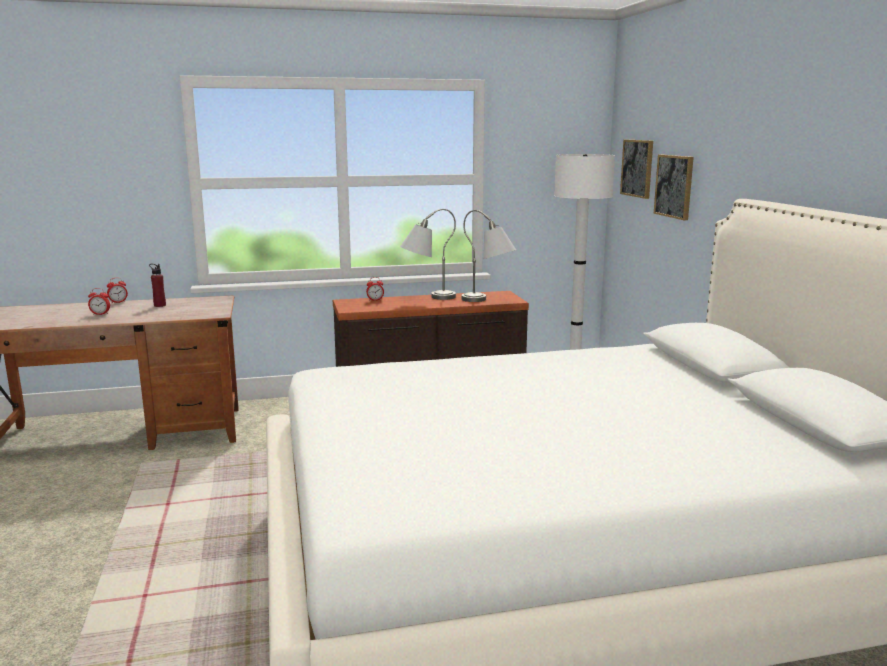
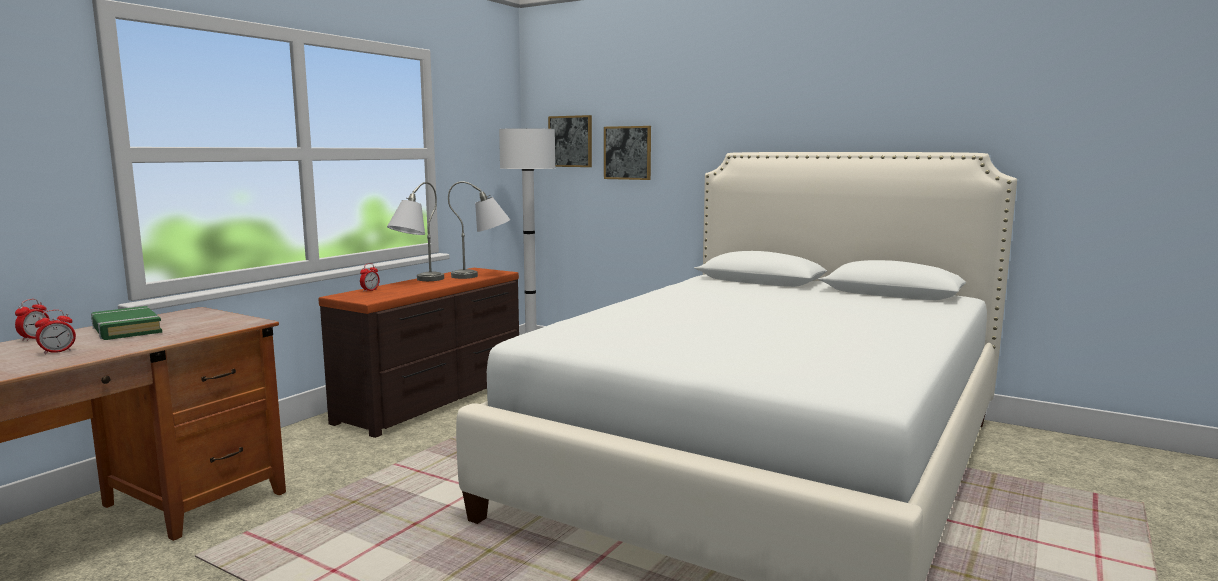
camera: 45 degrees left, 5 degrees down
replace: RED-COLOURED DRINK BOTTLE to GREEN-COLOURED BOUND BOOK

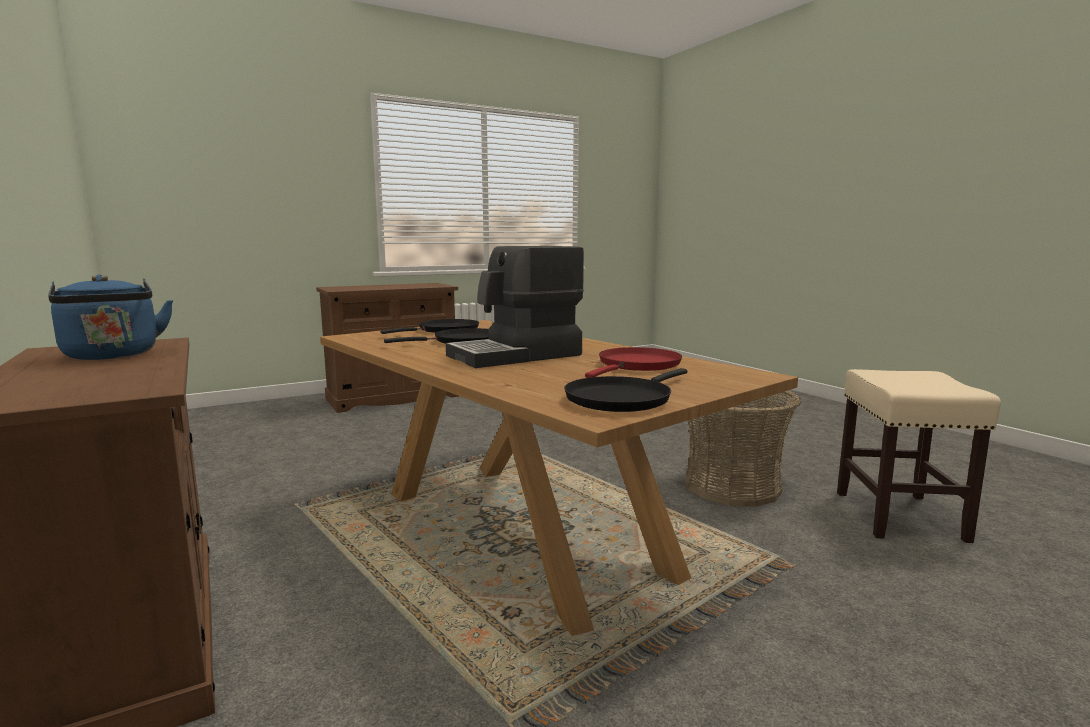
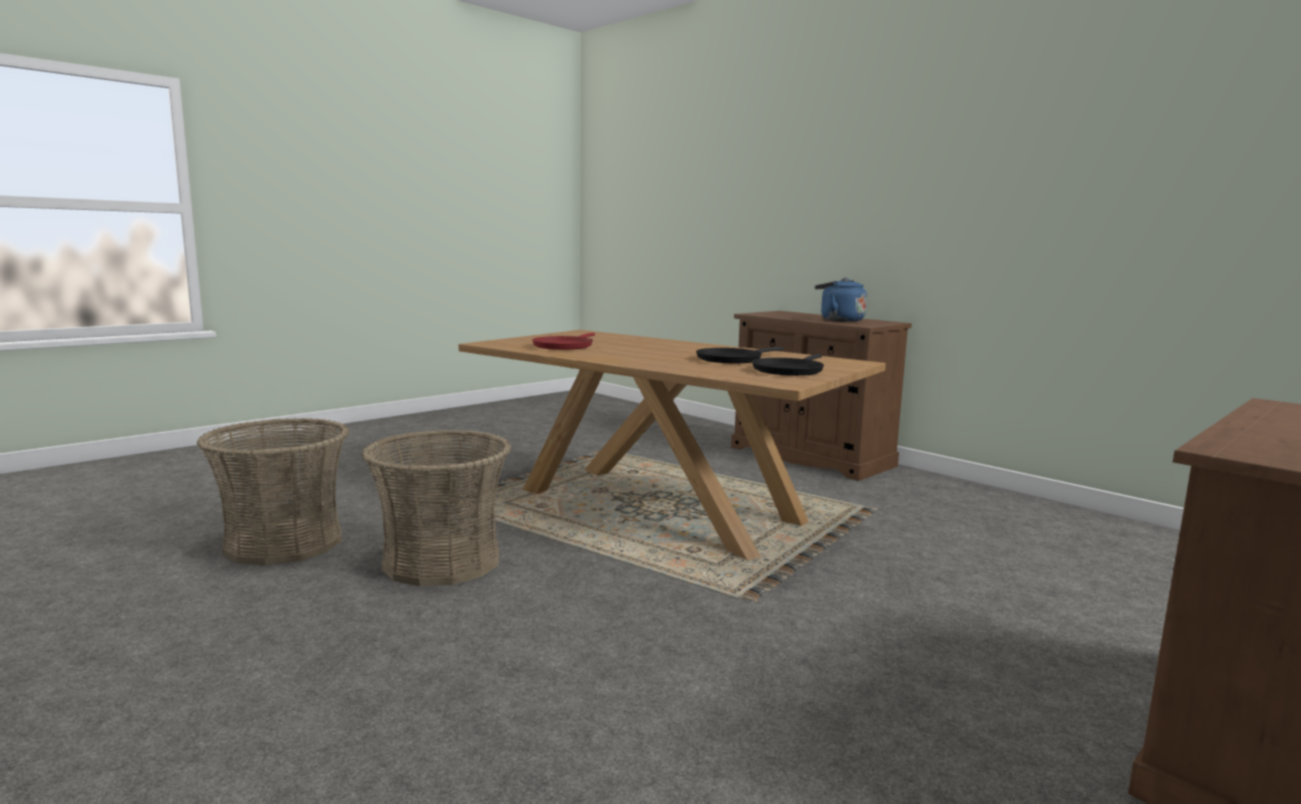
camera: 165 degrees right, 0 degrees up
delete: COFFEE BREWER; BLACK-COLOURED PAN (3rd from left)
replace: BEIGE-COLOURED STOOL to BASKET (1st from left)

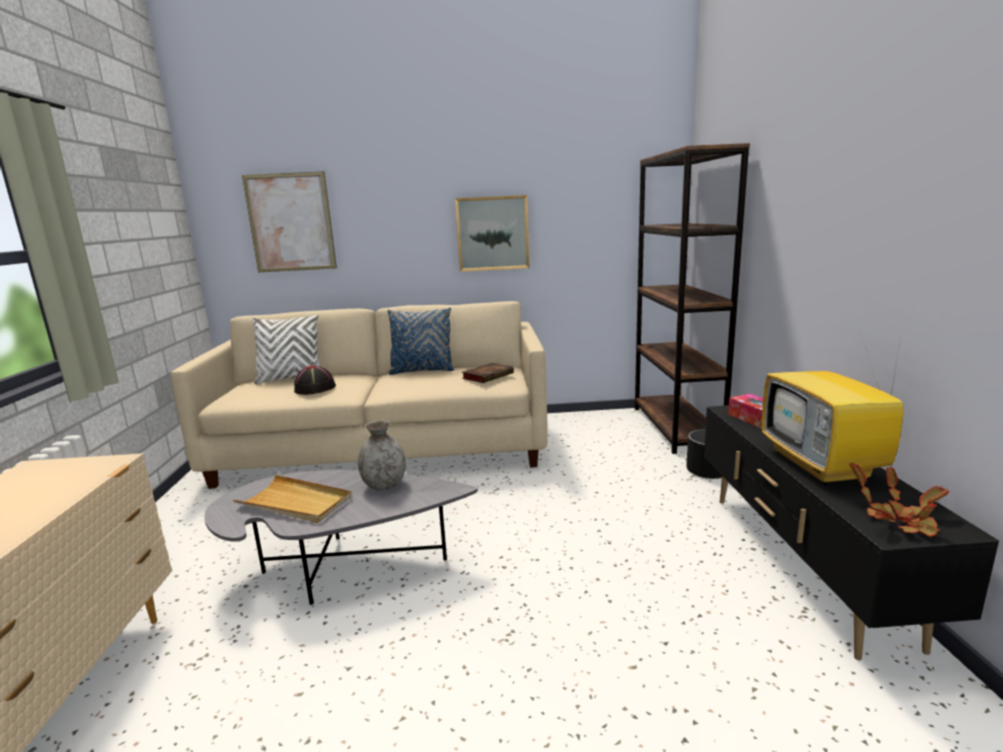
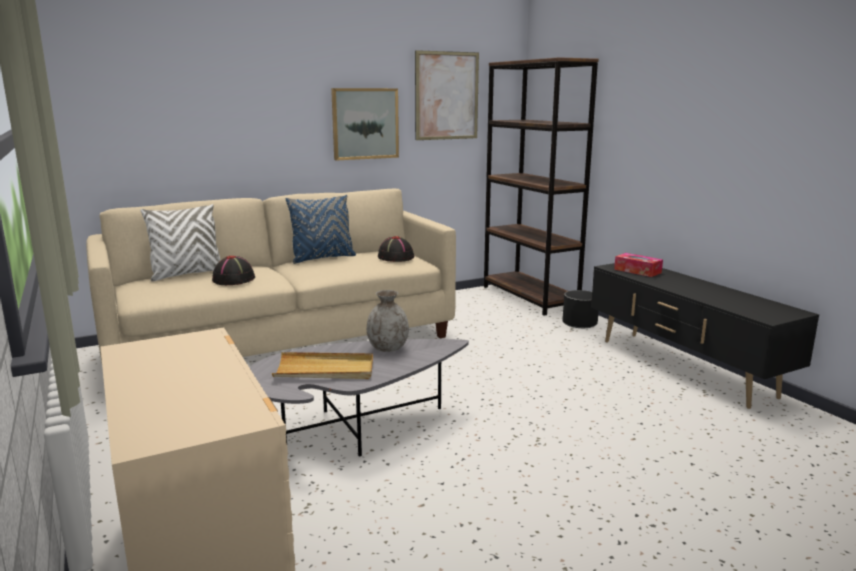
camera: 25 degrees left, 0 degrees up
delete: TV SET; HOUSEPLANT
move: PICTURE (1st from left in the first image) to PICTURE (2nd from left)
replace: BOUND BOOK to BLACK-COLOURED WEARABLE HAT (2nd from left)

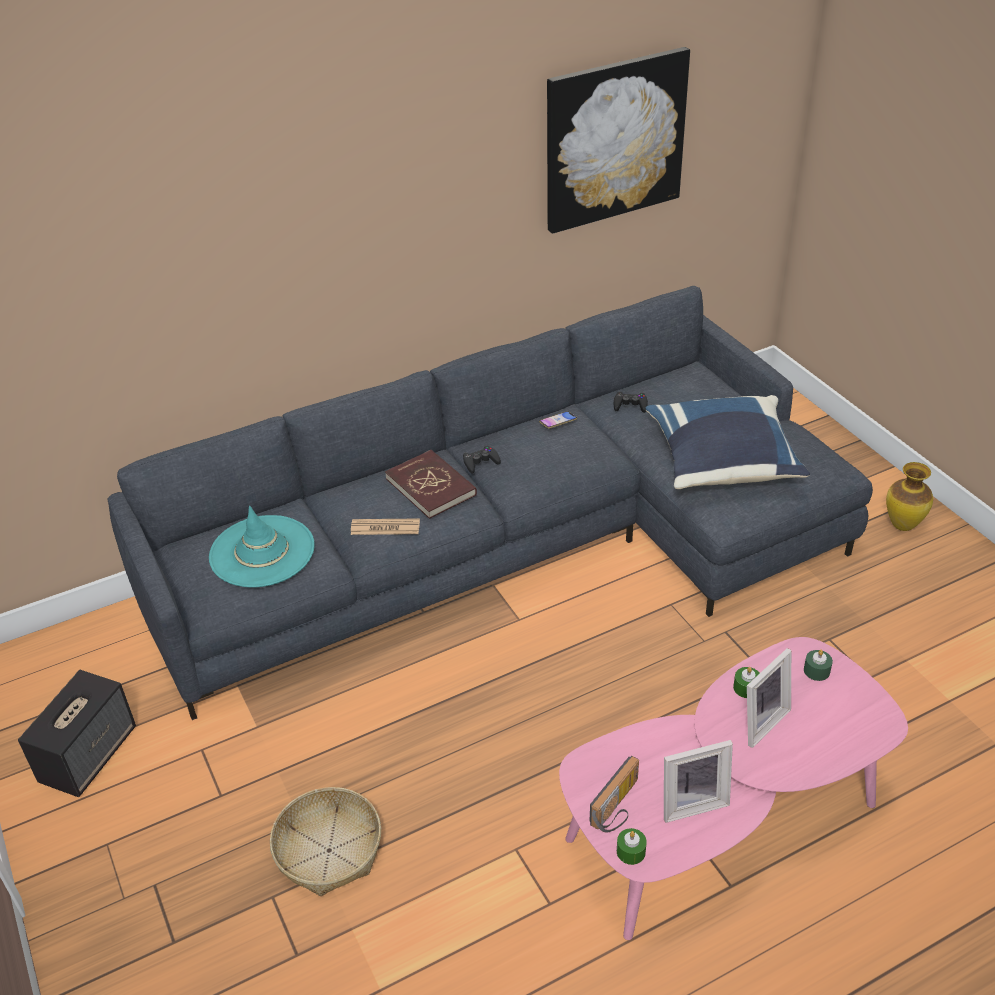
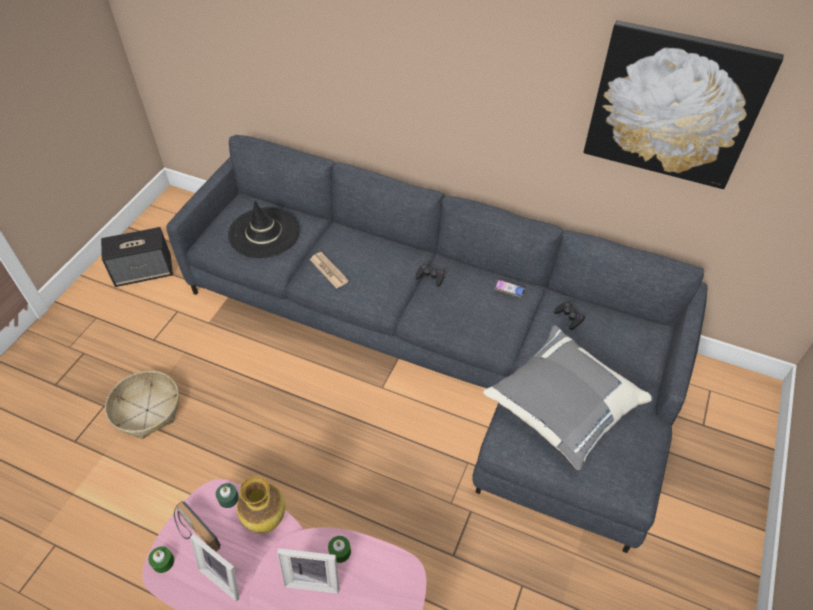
camera: 50 degrees right, 10 degrees up
delete: RED-COLOURED BOUND BOOK
move: GREEN-COLOURED CANDLE (3rd from left in the first image) to GREEN-COLOURED CANDLE (2nd from left); FLOWER VASE
recolor: TURQUOISE-COLOURED WEARABLE HAT to BLACK-COLOURED WEARABLE HAT; BLUE THROW PILLOW to GRAY THROW PILLOW
rotate: RADIO SET 45 degrees clockwise

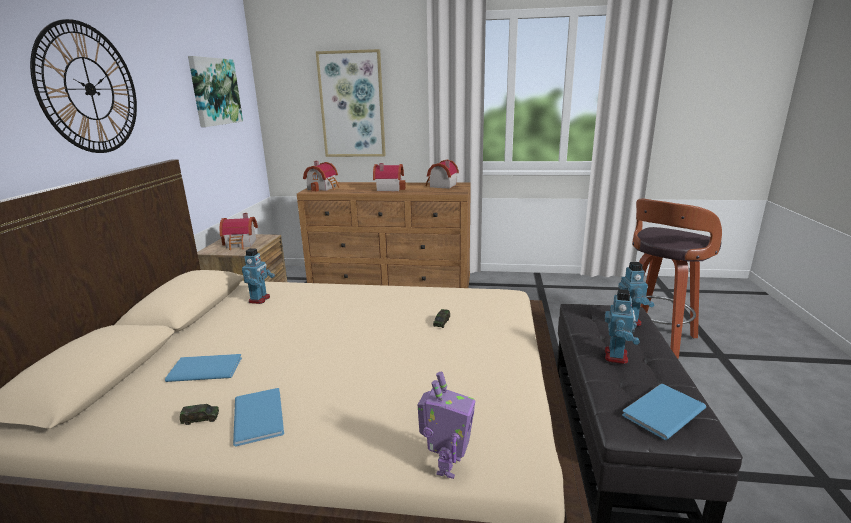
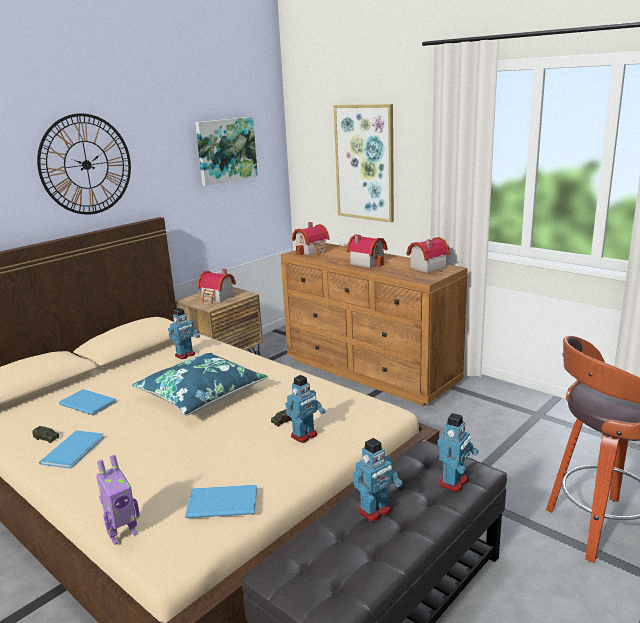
camera: 35 degrees right, 0 degrees up
insert: BLUE THROW PILLOW; TOY ROBOT (3rd from left)
move: BLUE BOUND BOOK (3rd from left)

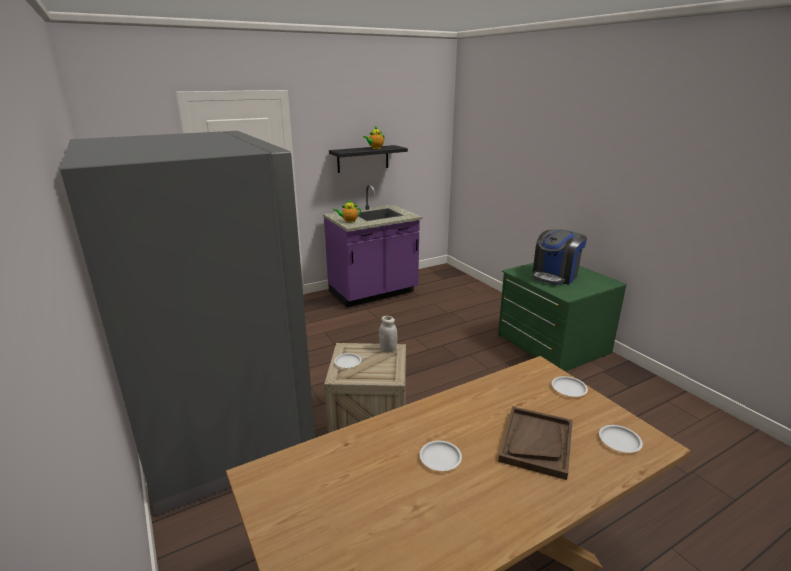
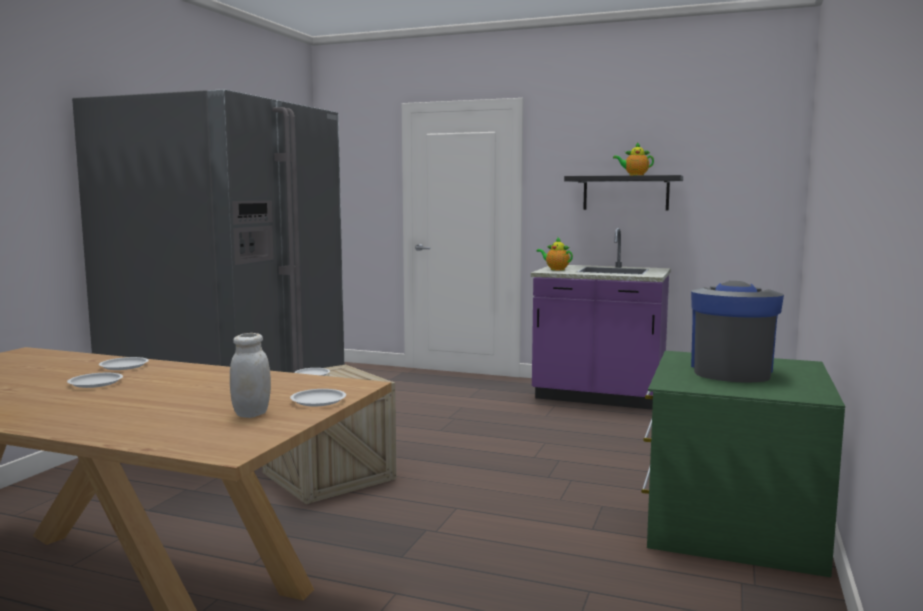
camera: 50 degrees right, 15 degrees down
delete: BROWN-COLOURED TRAY
move: WHITISH FLAT DISH (4th from left in the first image) to WHITISH FLAT DISH (2nd from left); WHITISH PRESERVE JAR
rotate: COFFEE BREWER 105 degrees clockwise

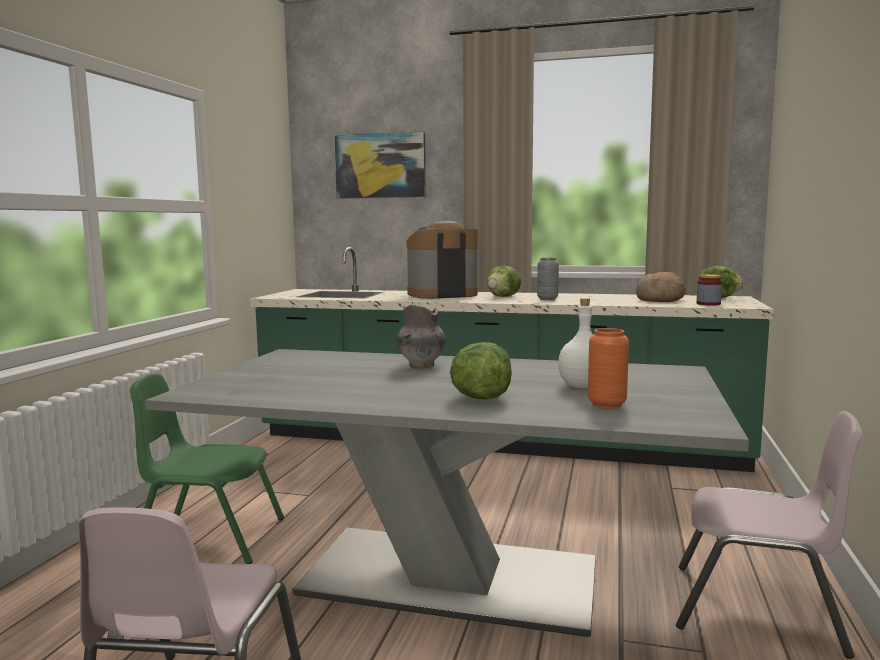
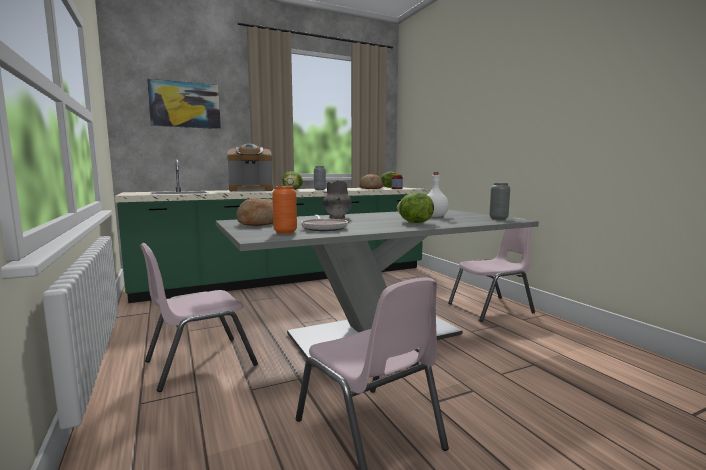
camera: 40 degrees left, 0 degrees up
insert: BREAD (1st from left); PAN; GRAY FLOWER VASE (3rd from left)
move: ORANGE-COLOURED FLOWER VASE
recolor: GREEN-COLOURED UPRIGHT CHAIR to PINK-COLOURED UPRIGHT CHAIR (1st from left)
rotate: COFFEE BREWER 135 degrees counterclockwise

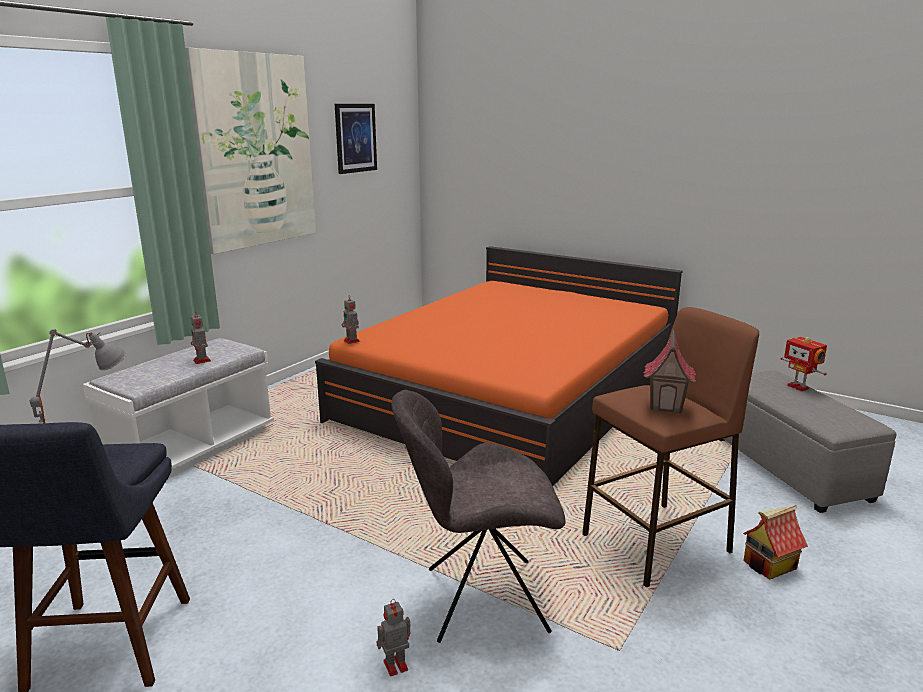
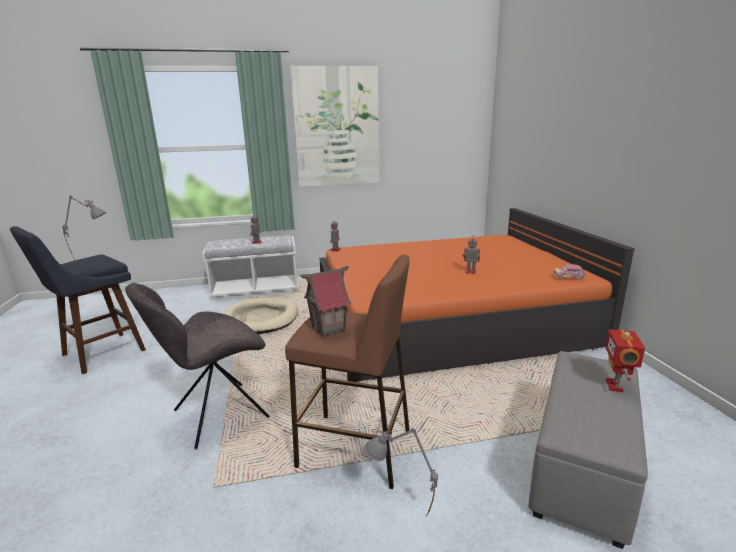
camera: 45 degrees right, 0 degrees up
delete: PICTURE (2nd from left)
insert: BEIGE-COLOURED DOG CUSHION; MINIATURE CAR
move: TOY ROBOT (3rd from left)
replace: TOY HOUSE (2nd from left) to GRAY TABLE LAMP (2nd from left)
rotate: GRAY UPRIGHT CHAIR 75 degrees counterclockwise

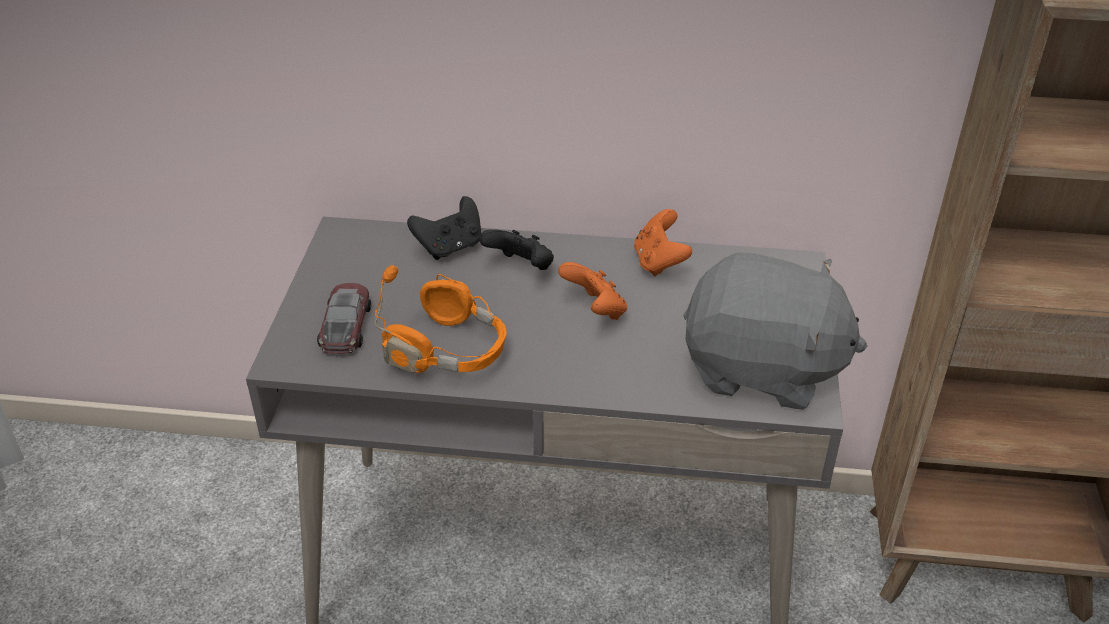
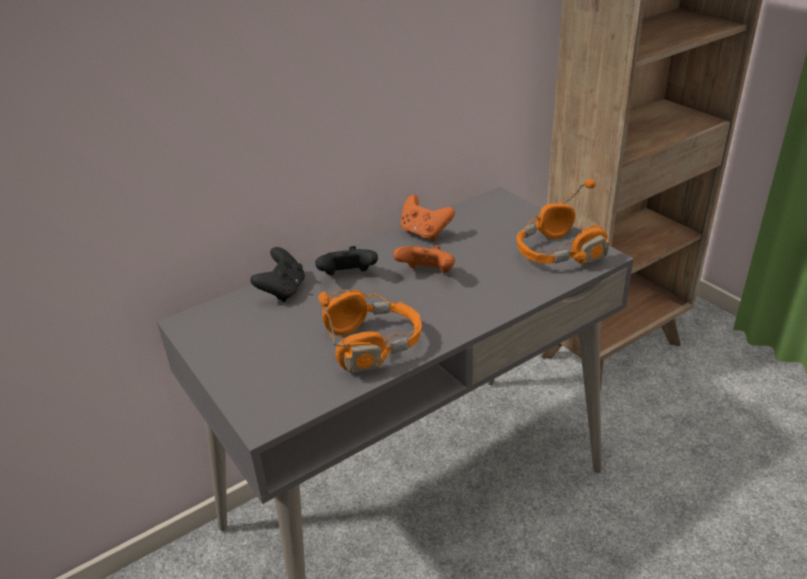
camera: 40 degrees left, 5 degrees down
delete: MINIATURE CAR
replace: GRAY CUDDLY TOY to ORANGE-COLOURED PAIR OF HEADPHONES (2nd from left)

